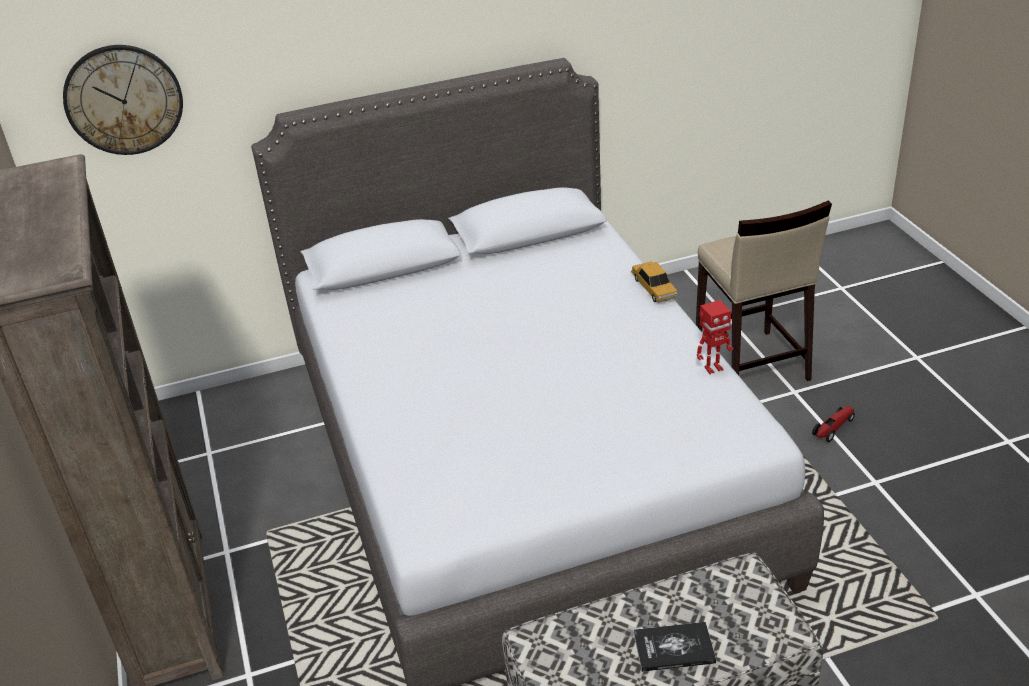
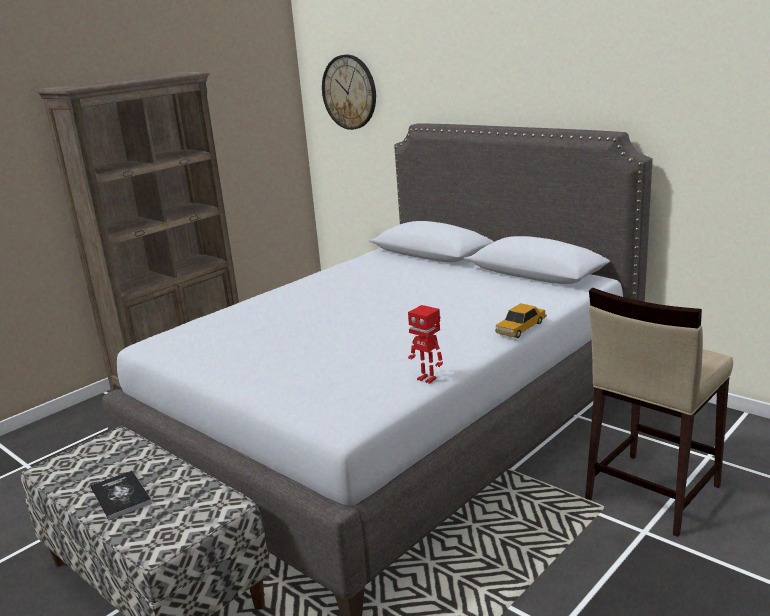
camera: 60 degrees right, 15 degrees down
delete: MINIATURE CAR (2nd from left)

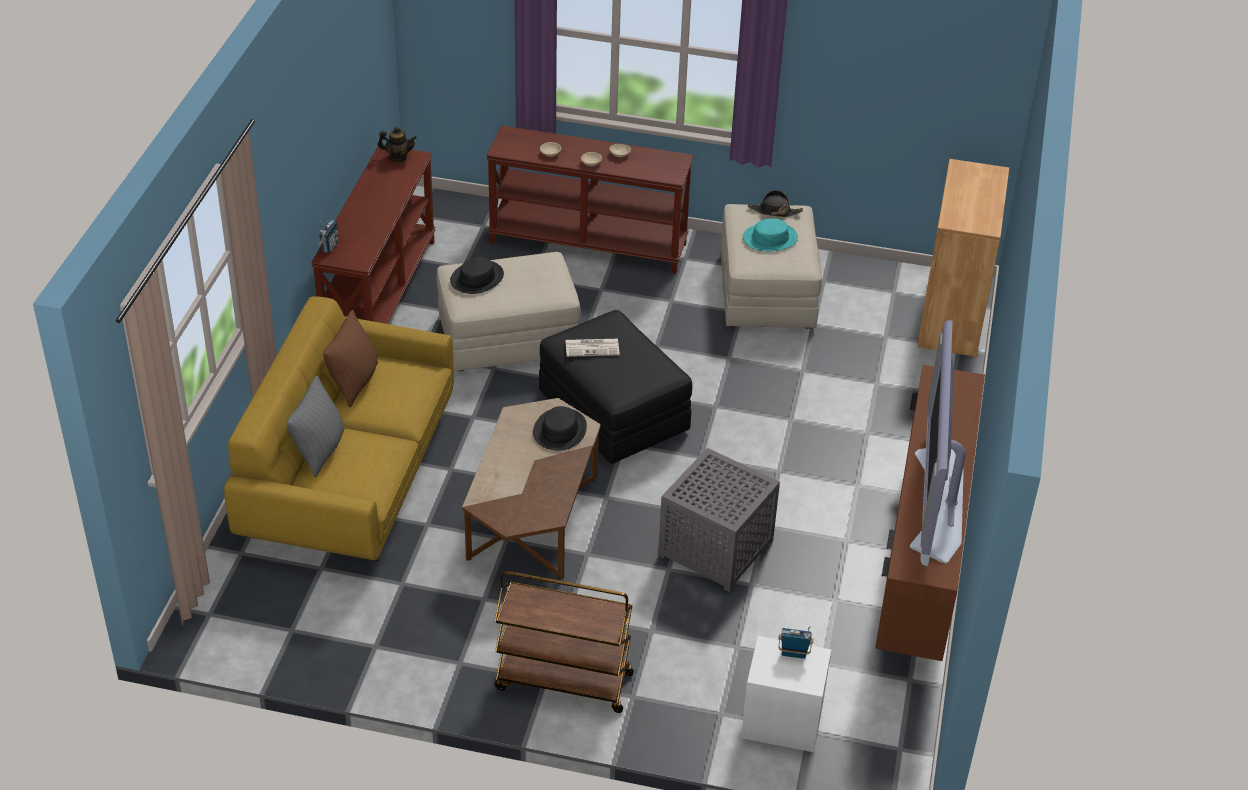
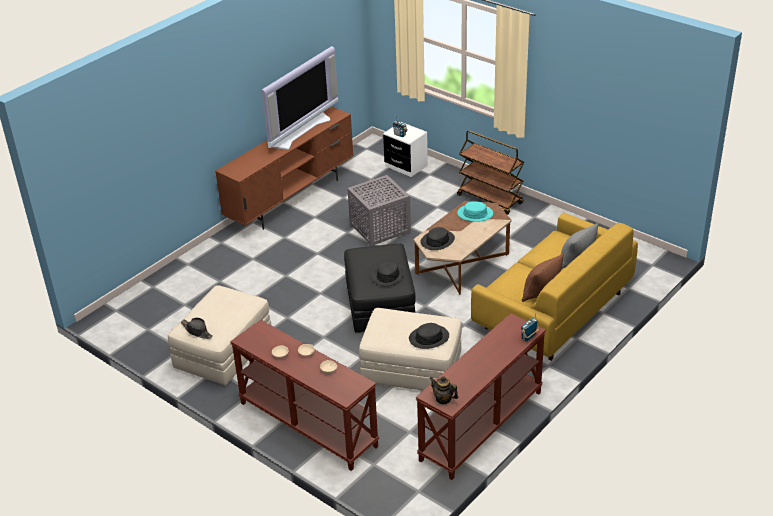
camera: 150 degrees left, 5 degrees down
delete: BROWN-COLOURED STORAGE CABINET
move: TURQUOISE-COLOURED WEARABLE HAT
replace: DAILY PAPER to BLACK-COLOURED WEARABLE HAT (2nd from left)

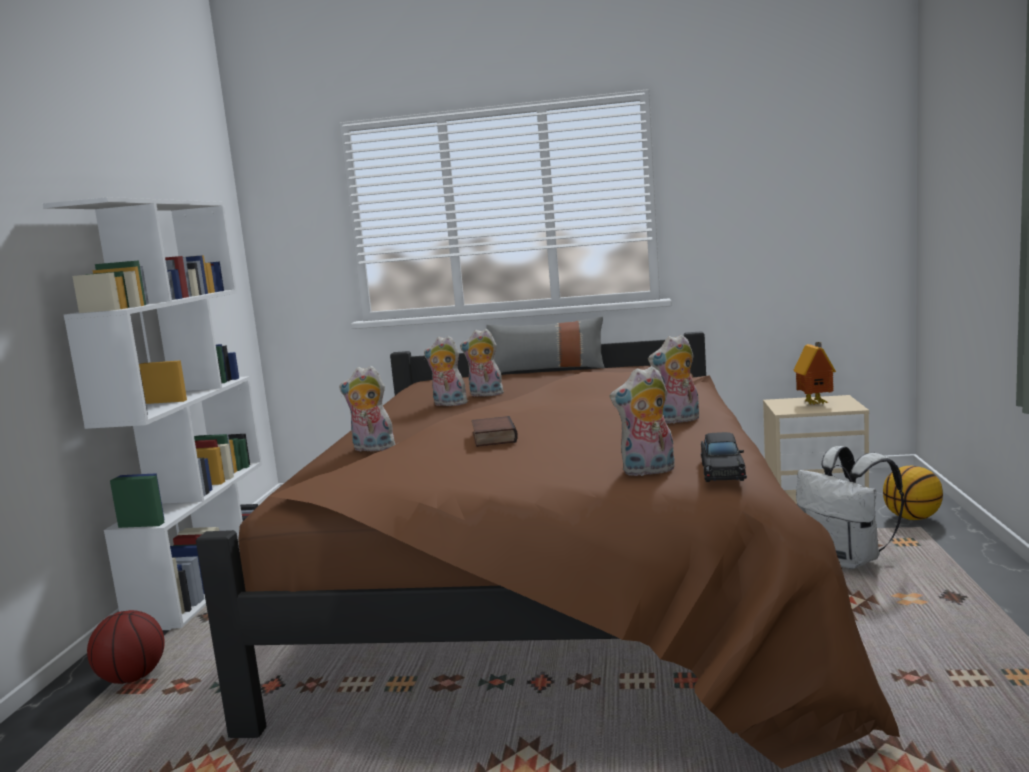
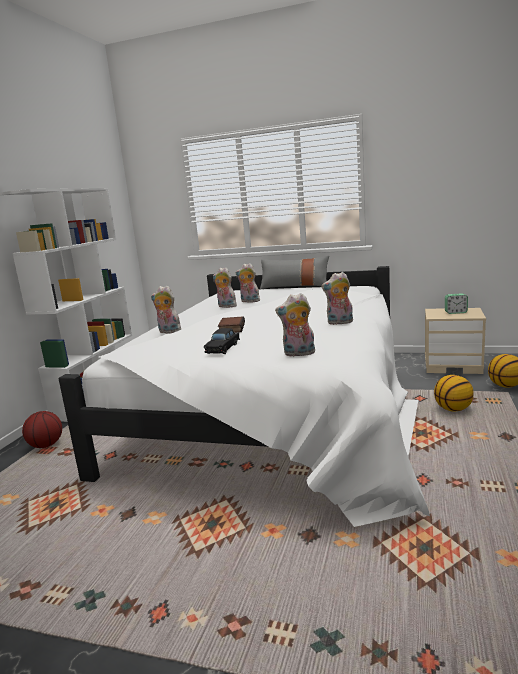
camera: 10 degrees right, 5 degrees up
move: BLACK-COLOURED MINIATURE CAR
replace: WHITISH KNAPSACK to BASKETBALL BALL (2nd from left); TOY HOUSE to ALARM CLOCK
recolor: BROWN-COLOURED SLEEPING BED to WHITISH SLEEPING BED

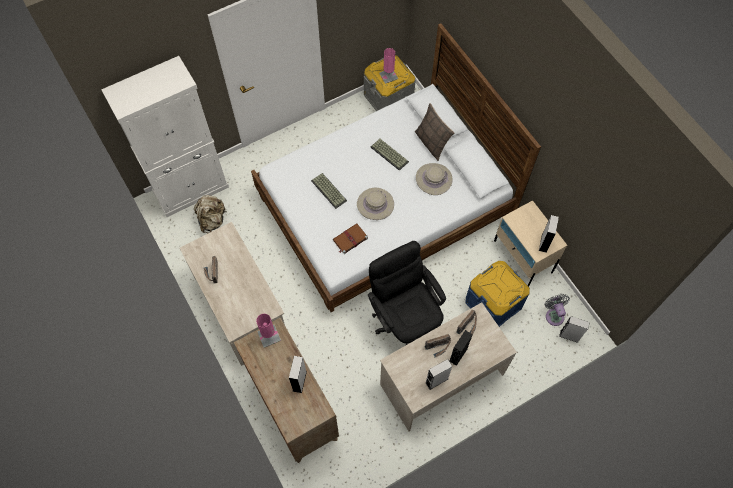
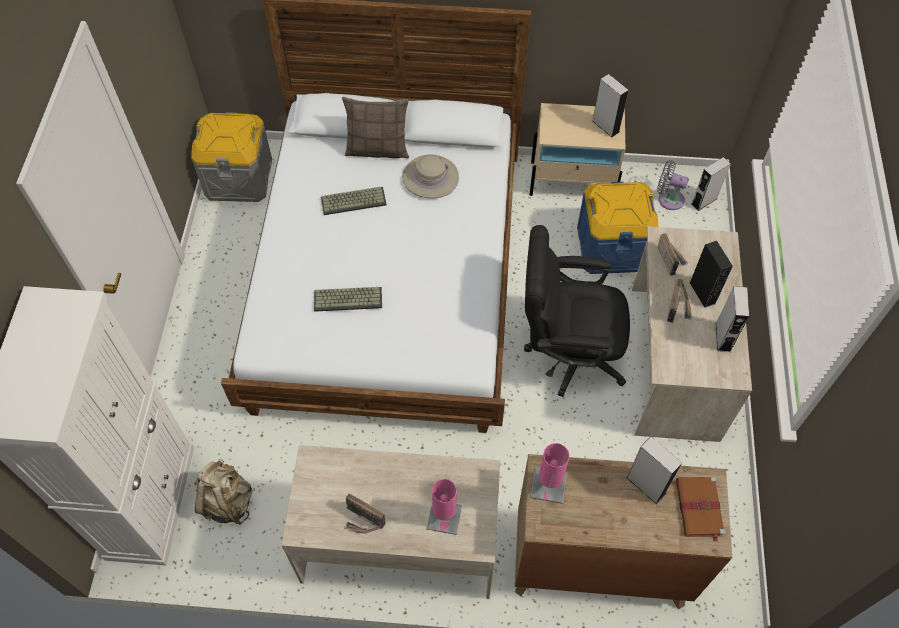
camera: 55 degrees left, 5 degrees down
delete: BEIGE-COLOURED WEARABLE HAT (1st from left)
move: PINK-COLOURED TABLE LAMP (2nd from left in the first image) to PINK-COLOURED TABLE LAMP (1st from left); BROWN-COLOURED BOUND BOOK

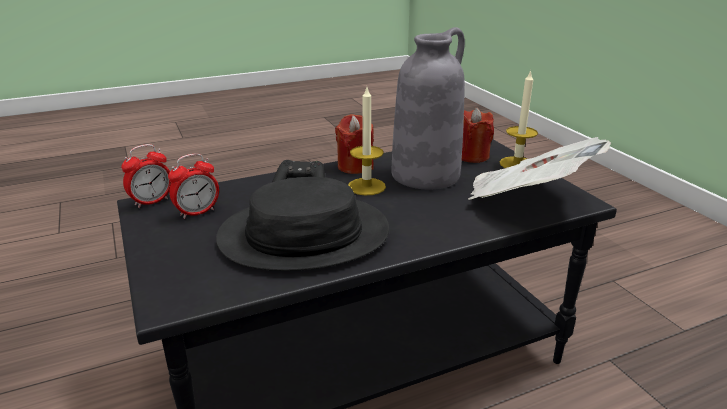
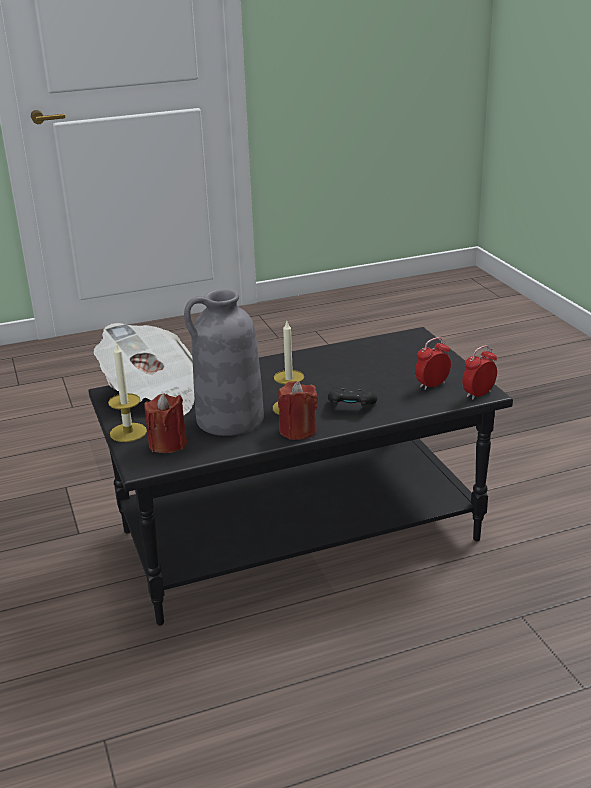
camera: 175 degrees left, 0 degrees up
delete: BLACK-COLOURED WEARABLE HAT

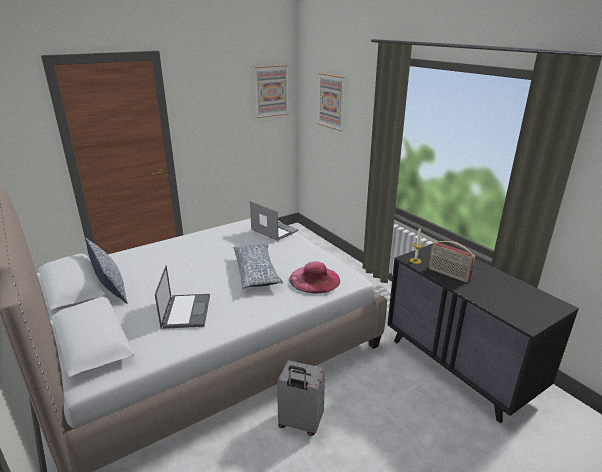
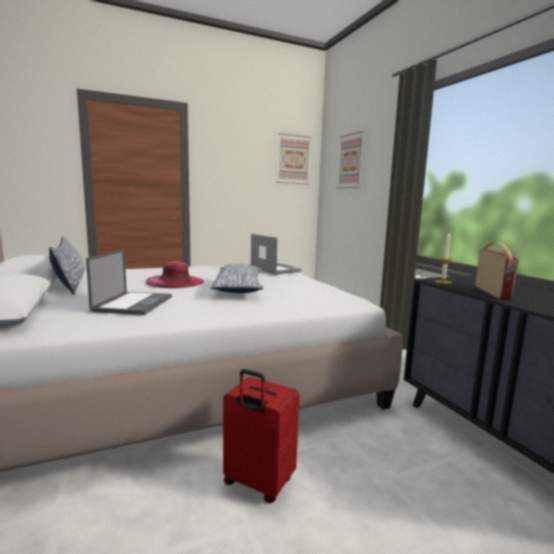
camera: 10 degrees right, 15 degrees down
move: PINK-COLOURED WEARABLE HAT
recolor: GRAY SUITCASE to RED-COLOURED SUITCASE
rotate: RADIO SET 135 degrees counterclockwise

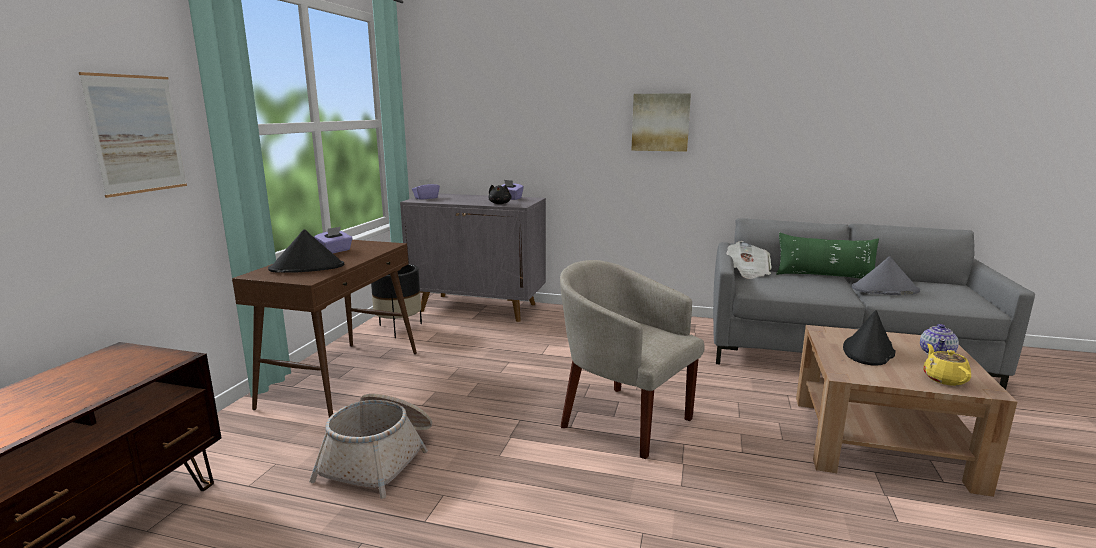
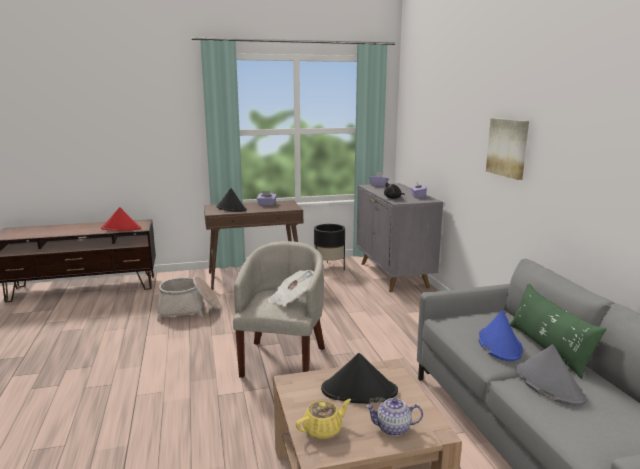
camera: 60 degrees right, 0 degrees up
delete: PICTURE (1st from left)
insert: RED-COLOURED WEARABLE HAT; BLUE WEARABLE HAT
move: DAILY PAPER

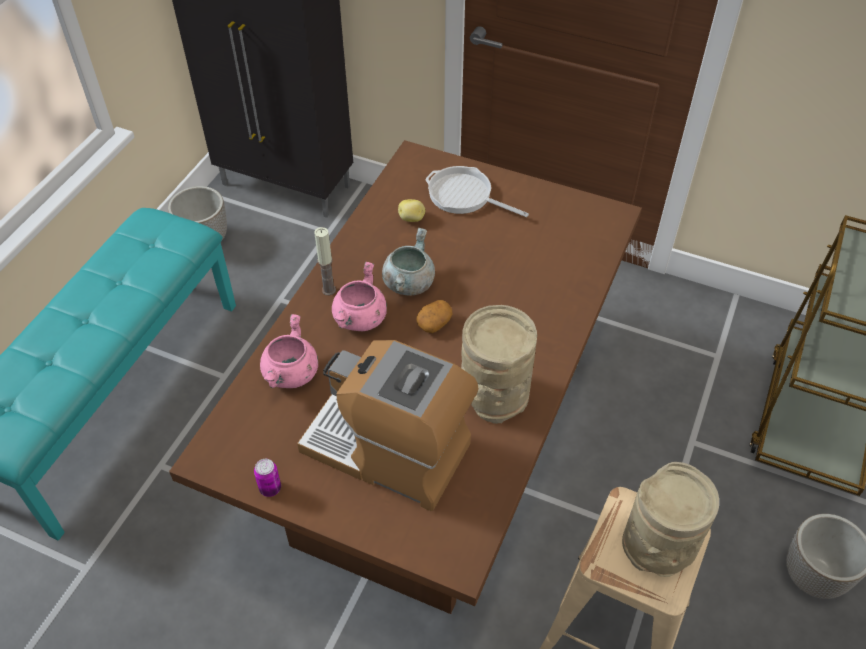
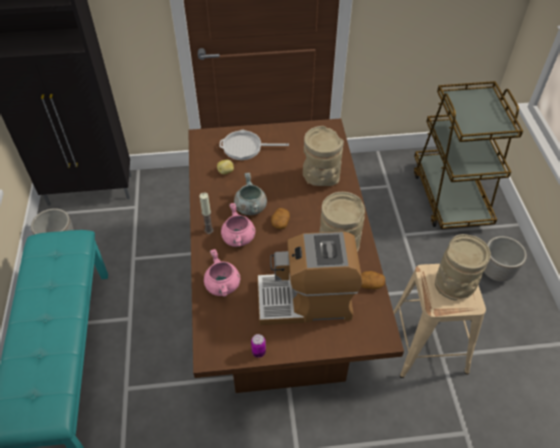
camera: 30 degrees left, 0 degrees up
insert: BEIGE-COLOURED FLOWER VASE (1st from left); POTATO (3rd from left)

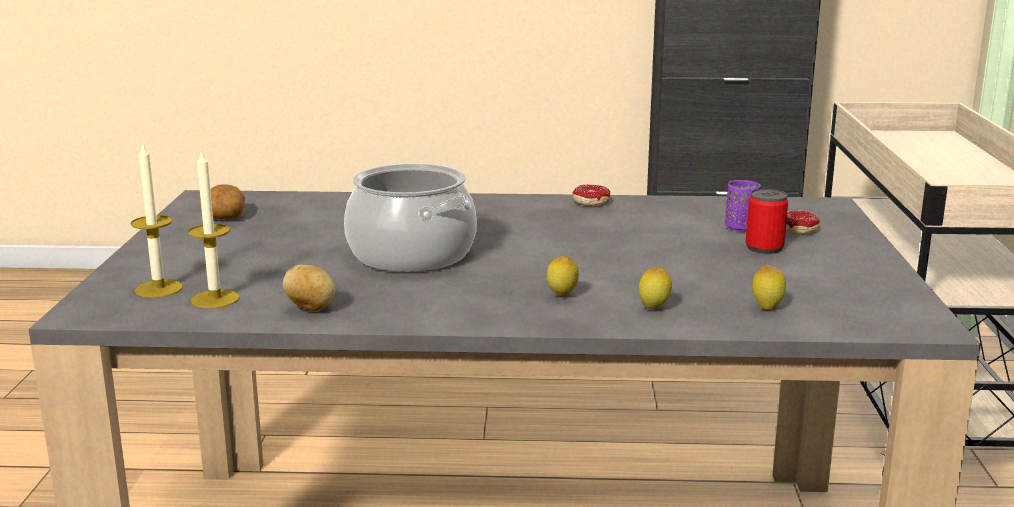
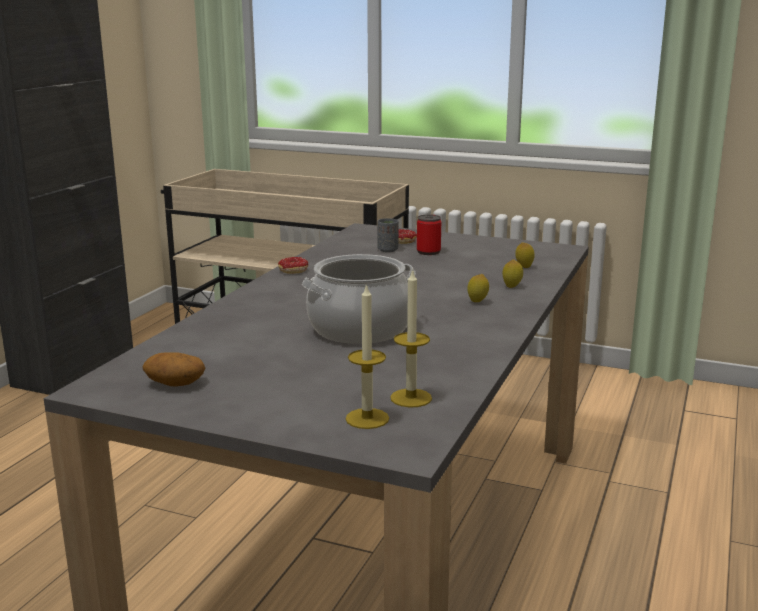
camera: 70 degrees left, 0 degrees up
delete: POTATO (2nd from left)
recolor: PURPLE SMALL CUP to GRAY SMALL CUP

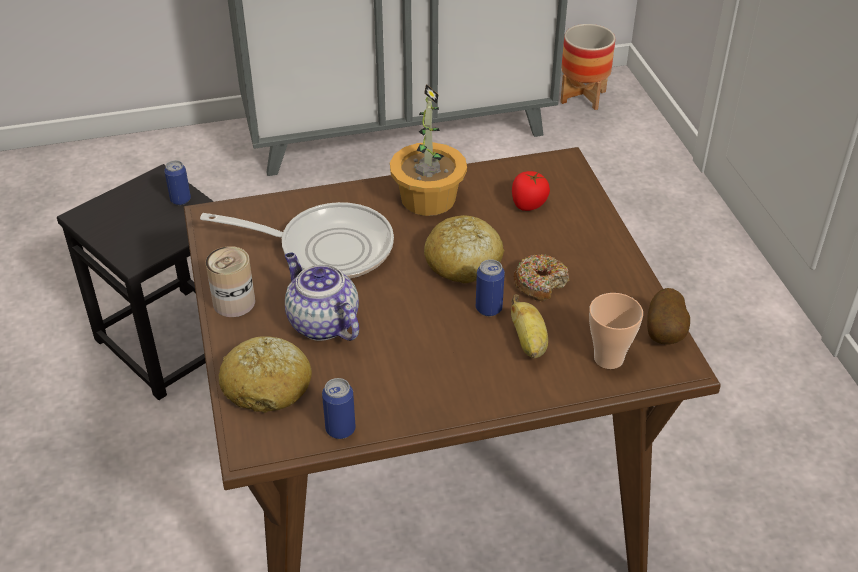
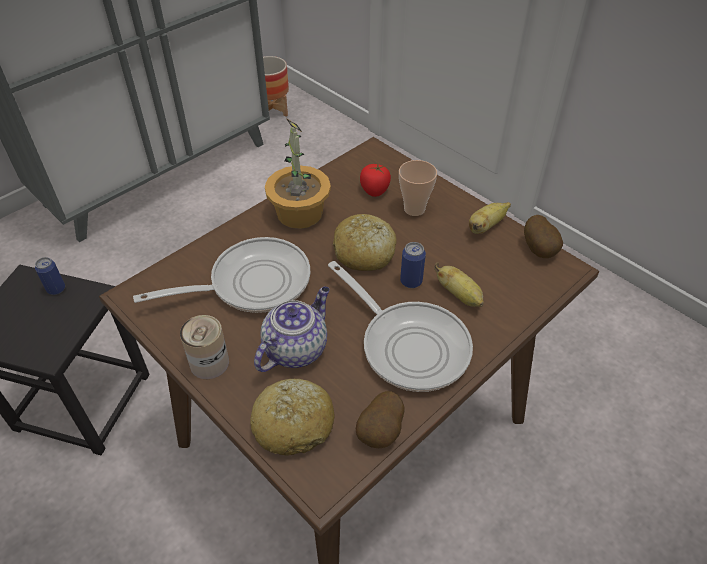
camera: 30 degrees left, 5 degrees up
delete: RING DOUGHNUT
insert: PAN (2nd from left); WHOLE BANANA (2nd from left)
move: SMALL CUP
replace: SEALED CAN (3rd from left) to POTATO (1st from left)
rotate: POT FOR TEA 105 degrees clockwise

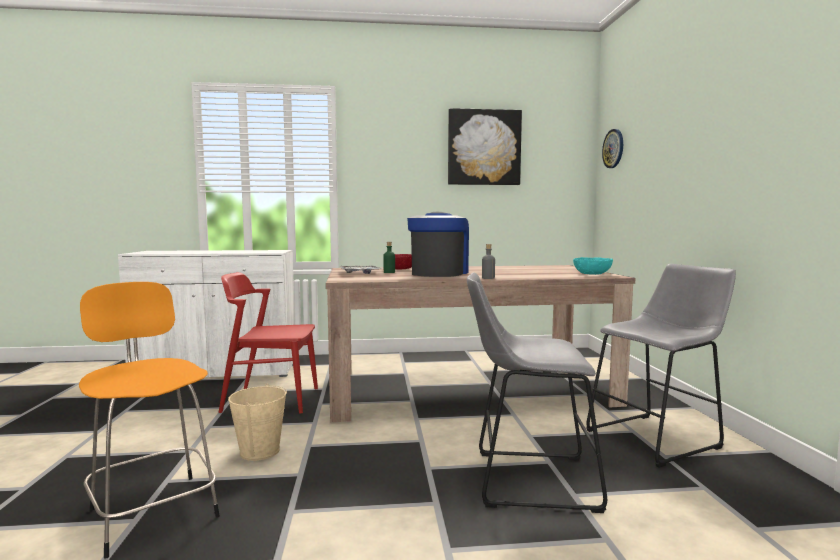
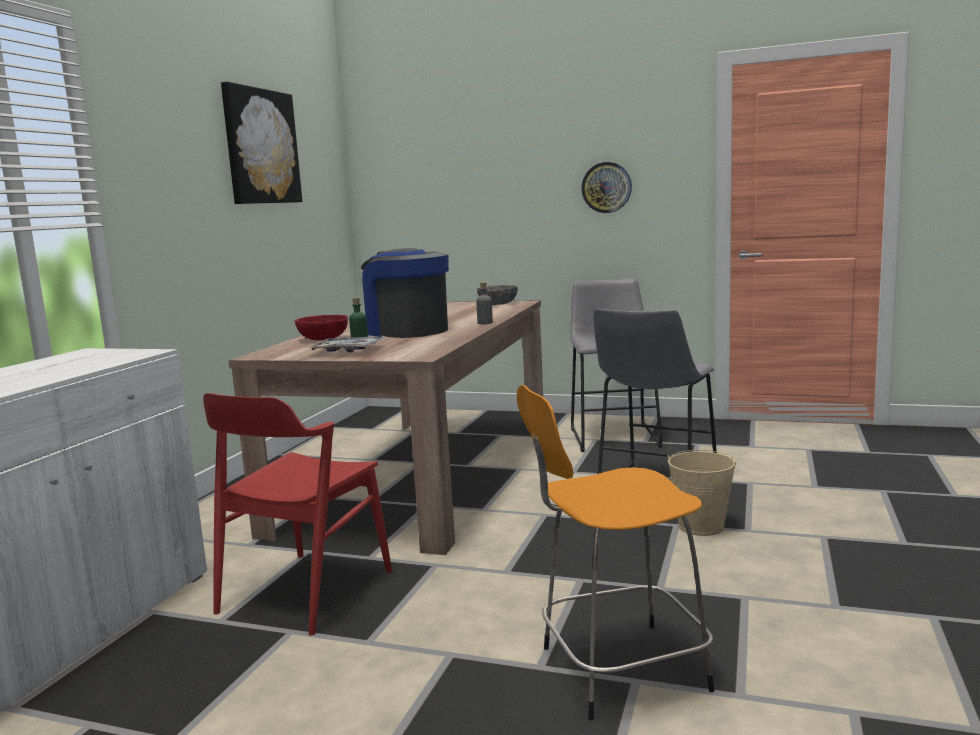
camera: 65 degrees left, 5 degrees up
move: WALL CLOCK; BEIGE-COLOURED BUCKET
recolor: TURQUOISE-COLOURED BOWL to GRAY BOWL

